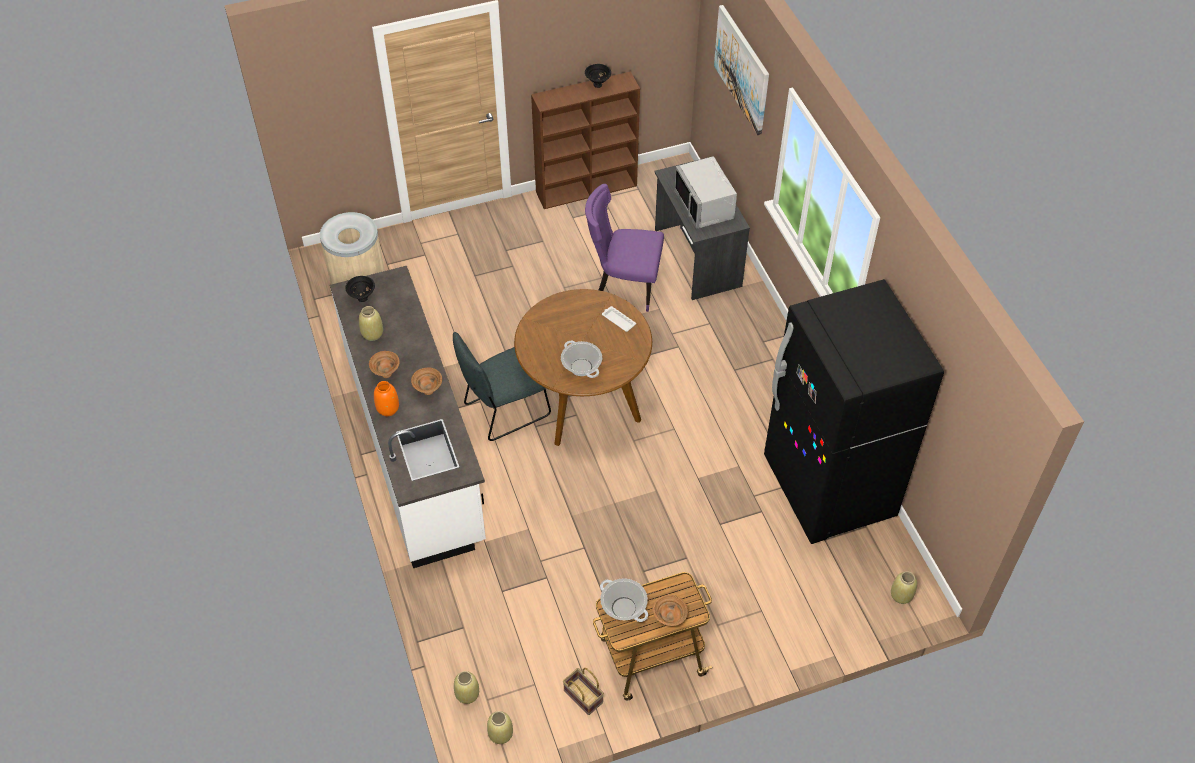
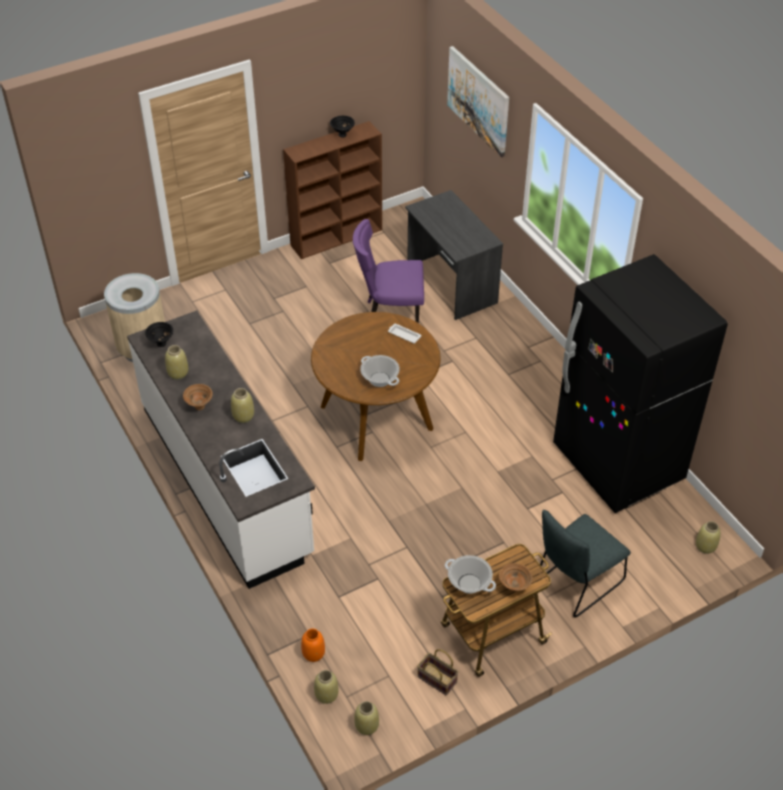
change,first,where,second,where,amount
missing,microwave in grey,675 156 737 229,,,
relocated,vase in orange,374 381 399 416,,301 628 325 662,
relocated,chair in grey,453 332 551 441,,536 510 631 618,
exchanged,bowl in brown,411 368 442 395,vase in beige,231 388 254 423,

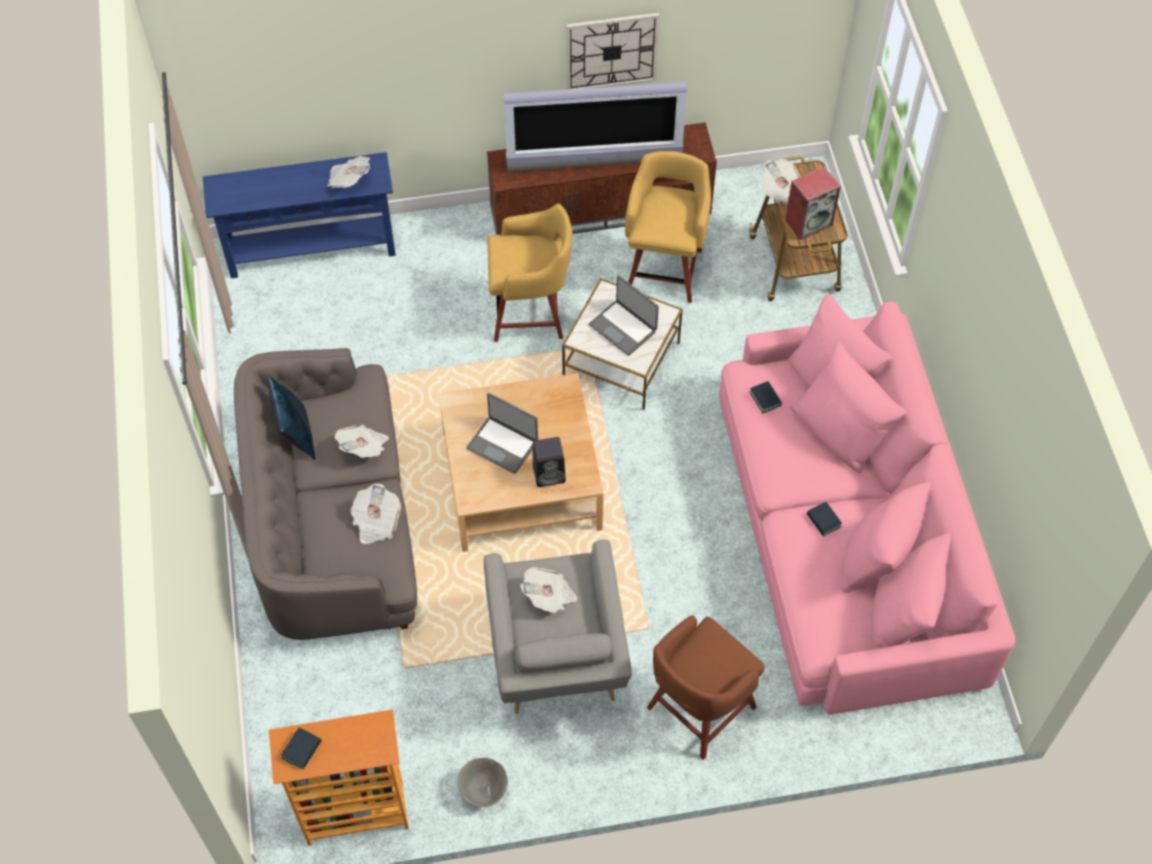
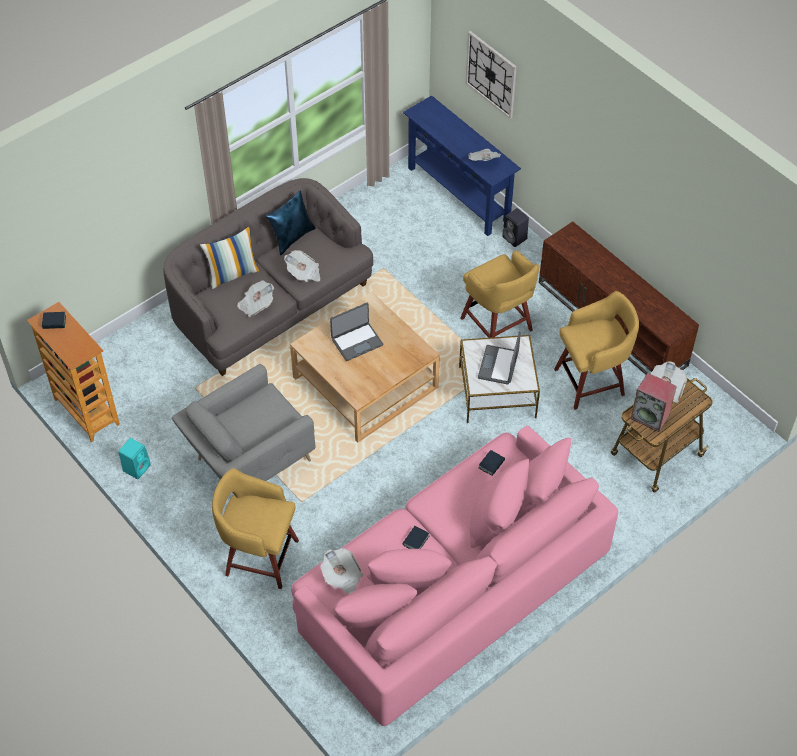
change,first,where,second,where,amount
missing,television,504 82 687 171,,,
appeared,,,pillow,200 226 260 289,
relocated,newspaper,520 567 577 613,,320 548 363 595,
relocated,speaker in black,533 437 566 487,,502 208 529 247,
relocated,wall clock,566 13 659 90,,465 31 517 119,
exchanged,bowl in grey,457 758 508 807,speaker in turquoise,118 438 151 479,
colour,stool in brown,647 616 765 760,stool in yellow,212 468 299 589,
spun,laptop,466 393 538 474,,330 302 384 361,120 degrees counterclockwise

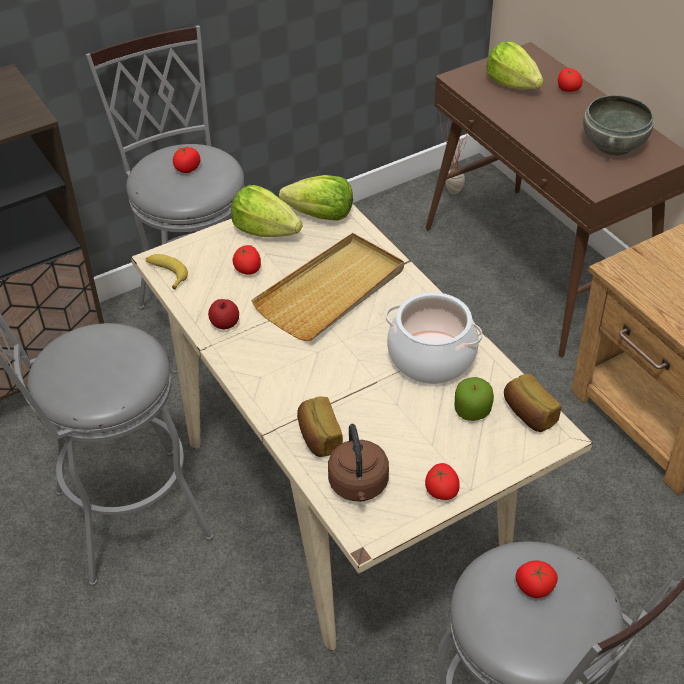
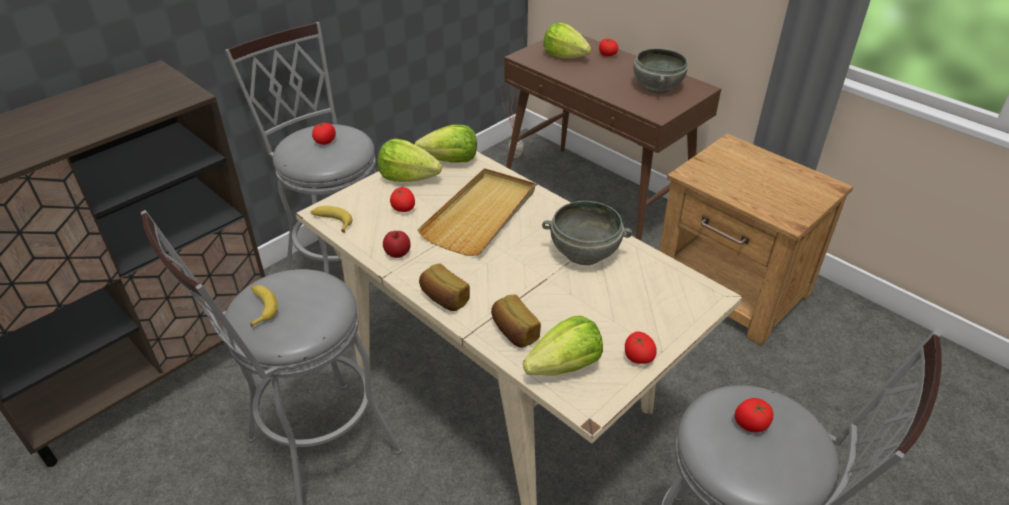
change,first,where,second,where,amount
missing,apple,455 377 494 421,,,
appeared,,,banana,250 285 278 327,
relocated,bread,504 374 562 432,,419 263 470 311,
exchanged,kettle in brown,328 424 389 502,lettuce,523 316 603 376,
exchanged,cooking pot,386 292 483 384,bowl in grey,542 201 632 265,

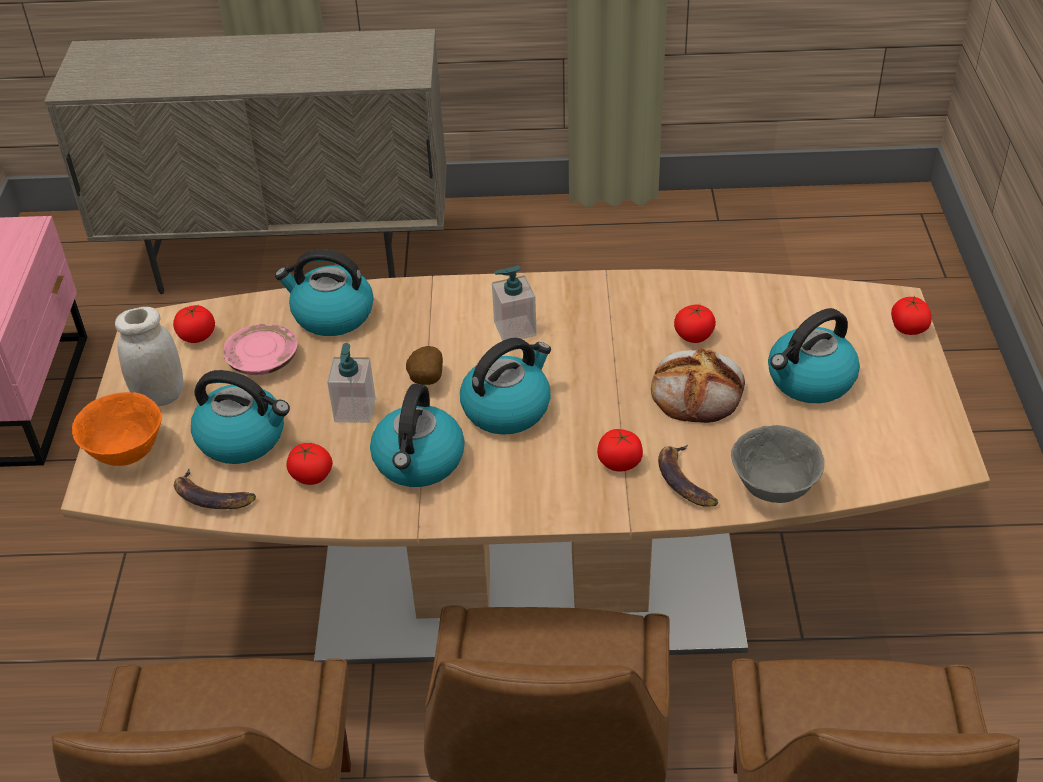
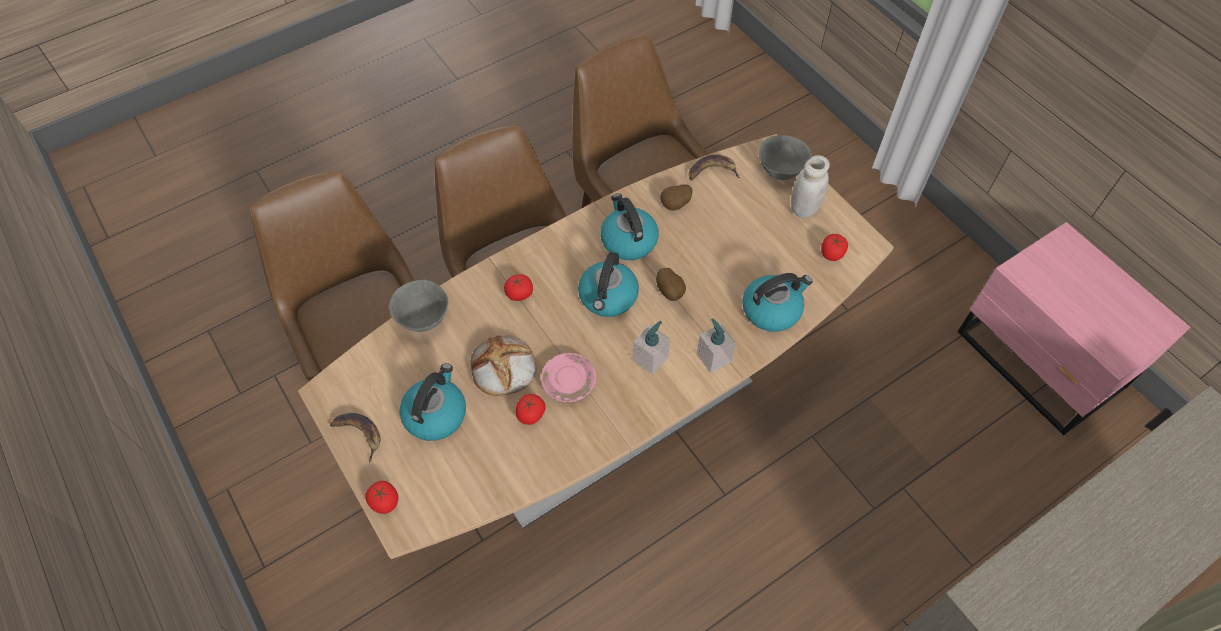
change,first,where,second,where,amount
missing,kettle,191 370 290 464,,,
relocated,plate in pink,223 323 298 375,,541 353 596 403,
relocated,soap dispenser,327 343 376 423,,697 318 736 373,
relocated,banana,658 444 718 507,,330 413 380 463,
exchanged,tomato,286 443 333 485,potato,660 185 692 210,
colour,bowl in orange,72 392 162 466,bowl in grey,758 135 812 180,

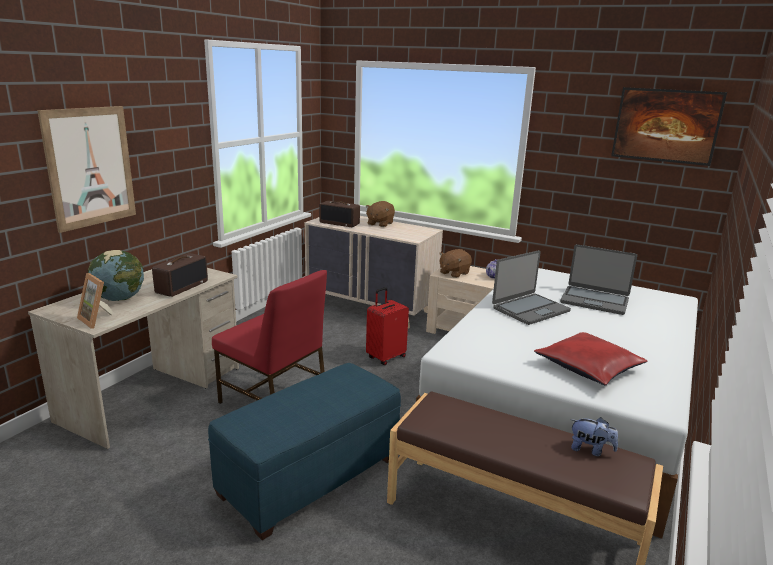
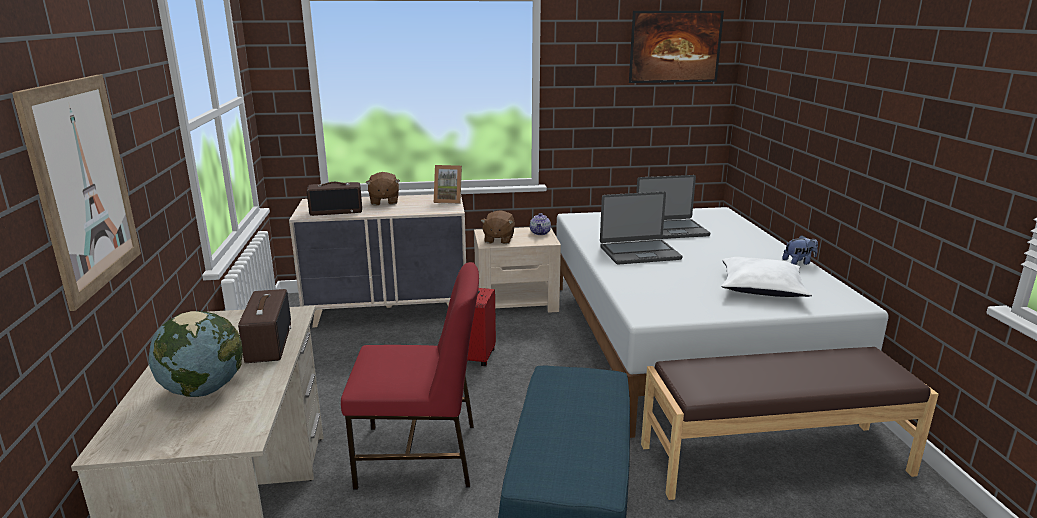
change,first,where,second,where,amount
relocated,picture frame,77 273 113 329,,434 165 462 204,
relocated,plush toy,570 417 618 456,,782 235 818 265,
colour,pillow in red,534 332 647 385,pillow in white,721 257 812 297,
spun,laptop,492 250 571 325,,600 191 682 265,60 degrees clockwise

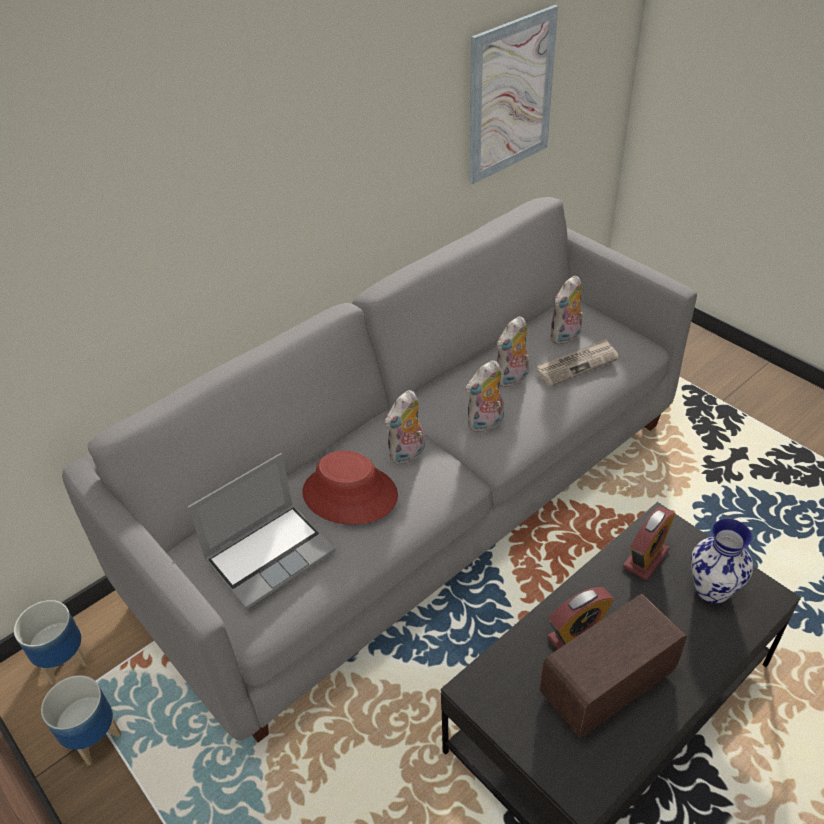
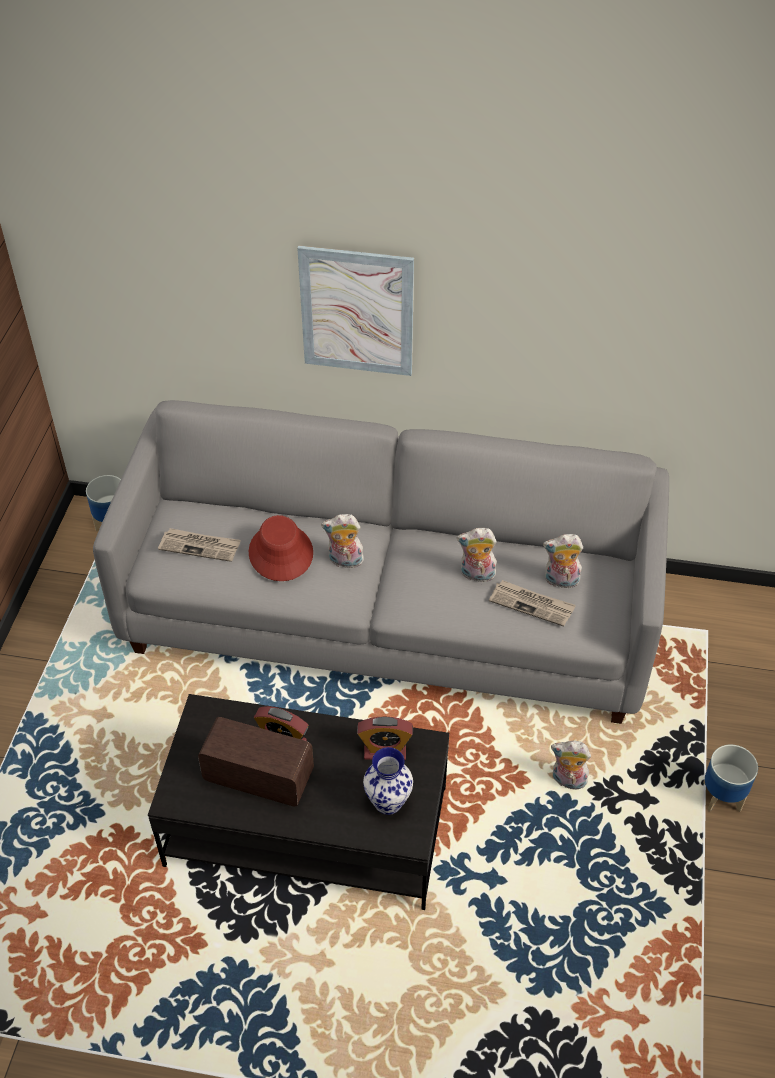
change,first,where,second,where,amount
relocated,planter,41 675 121 765,,703 745 758 812,
relocated,plush toy,465 360 504 433,,551 741 591 790,
relocated,picture,469 5 558 184,,297 245 414 376,
exchanged,laptop,188 453 335 609,newspaper,158 528 241 562,

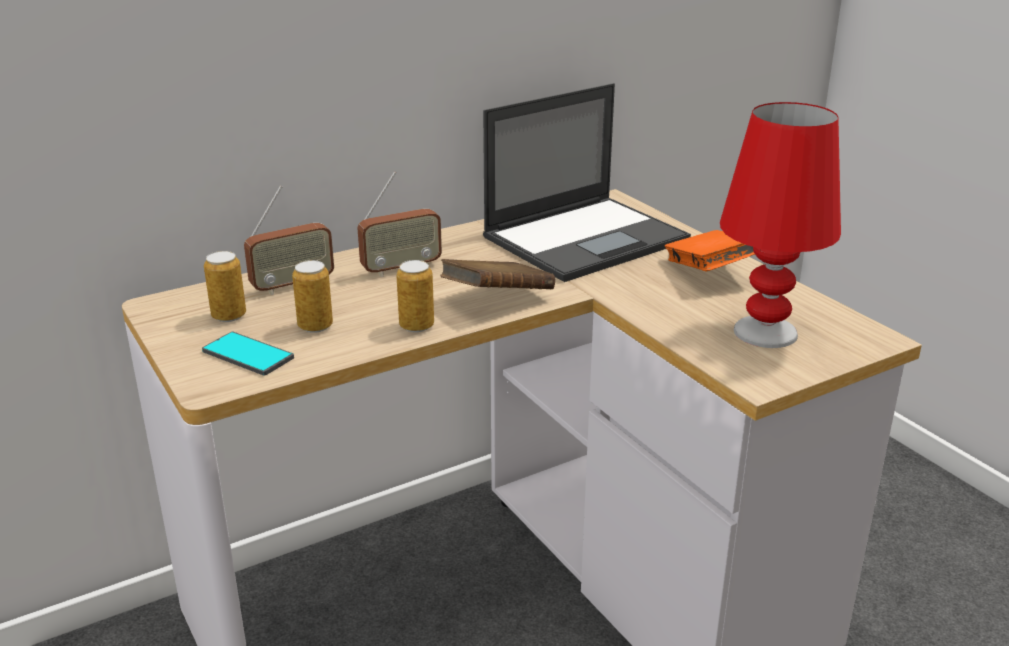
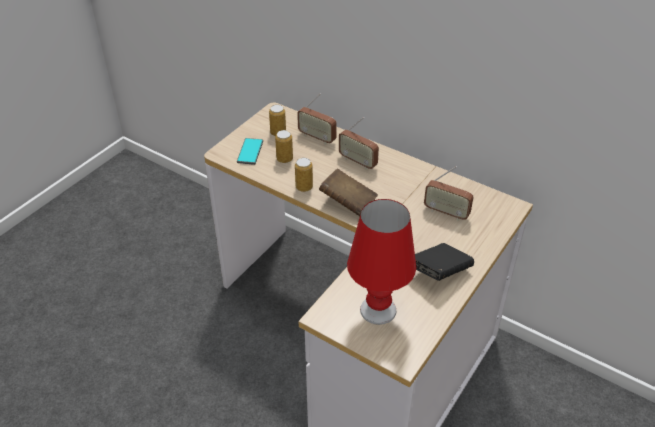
change,first,where,second,where,amount
exchanged,laptop,483 83 691 282,radio,424 166 474 221,
colour,book in orange,664 230 755 272,book in black,415 243 474 281,

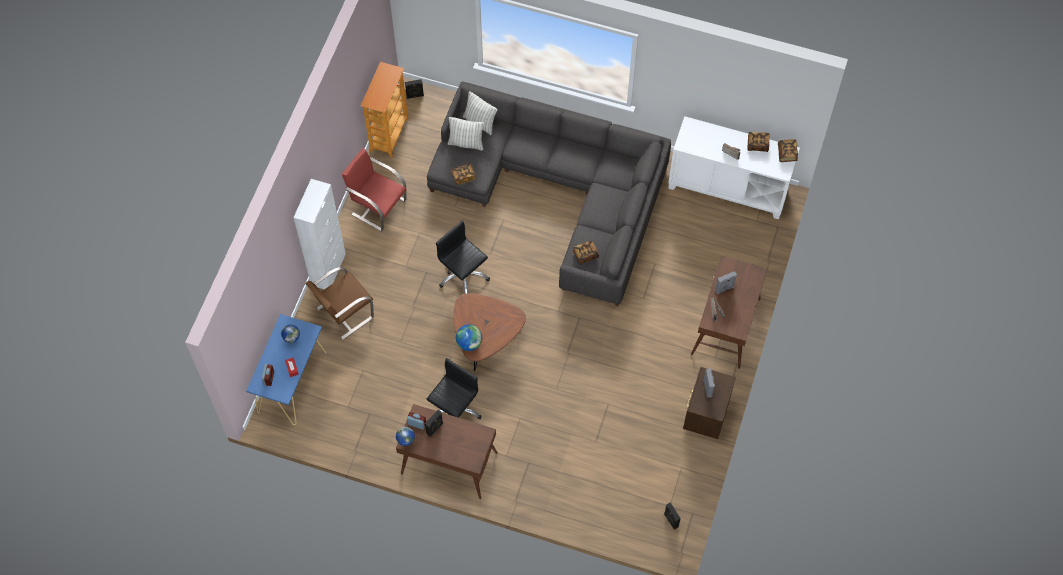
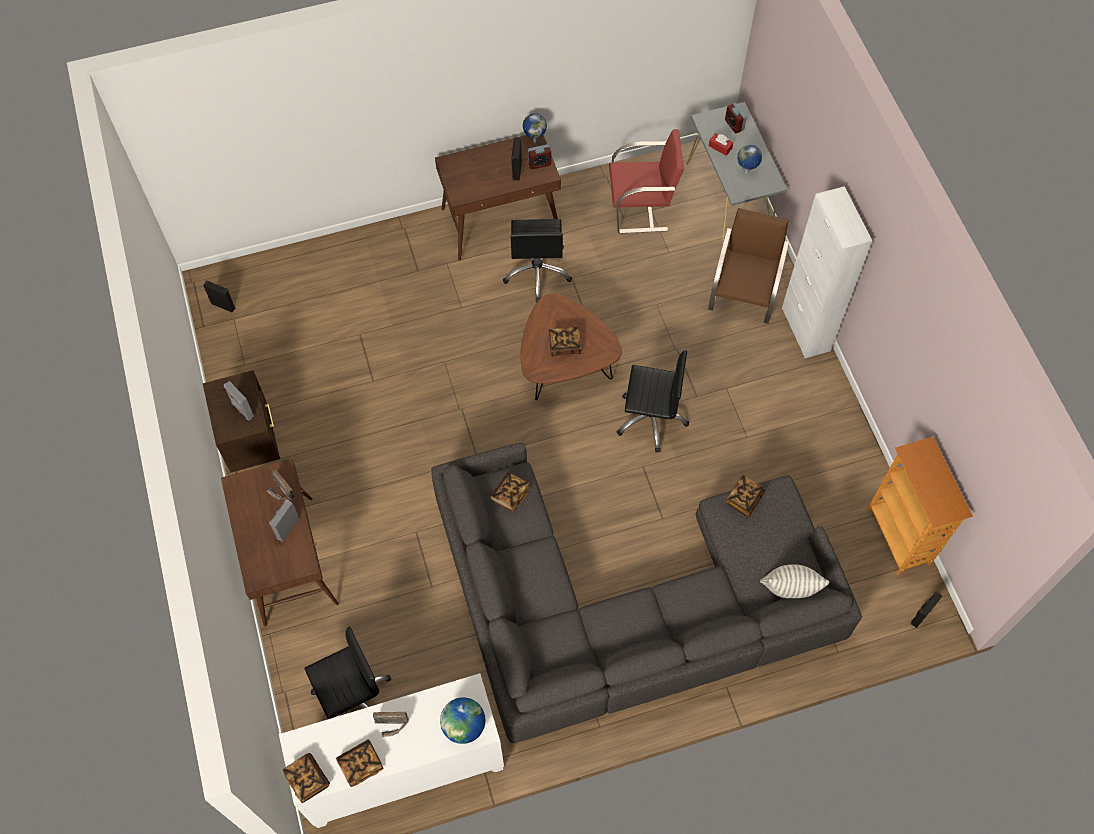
change,first,where,second,where,amount
missing,pillow,448 117 484 151,,,
appeared,,,office chair in black,304 627 391 719,
appeared,,,book,549 327 581 357,
relocated,chair in red,342 148 407 231,,609 129 684 234,
relocated,globe,456 325 482 351,,440 697 485 744,
colour,console table in blue,246 314 326 425,console table in grey,687 102 787 244,

